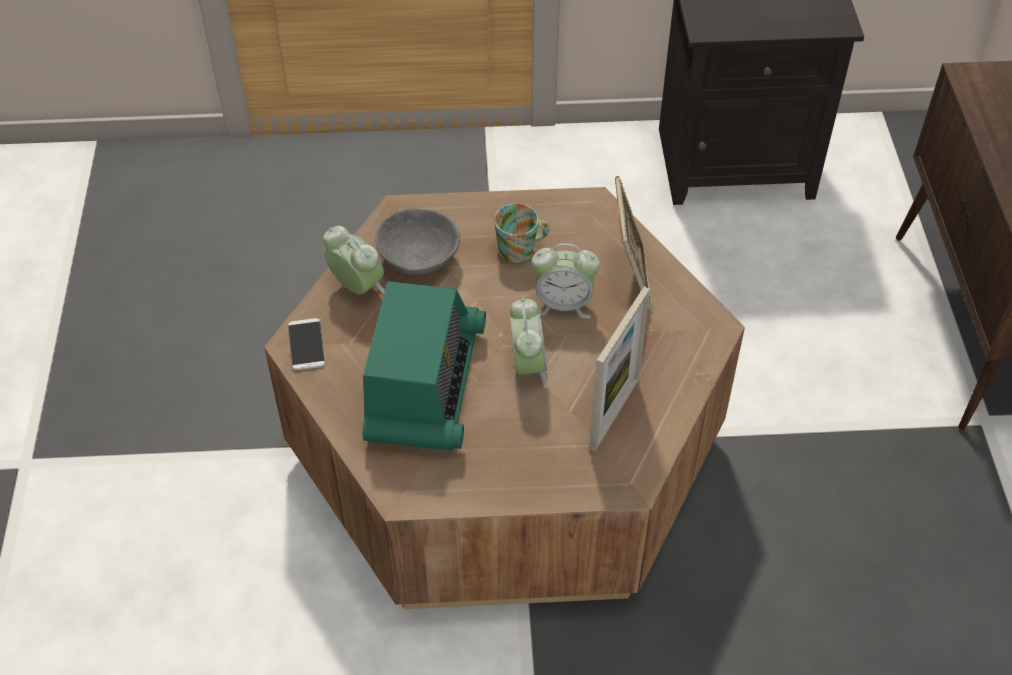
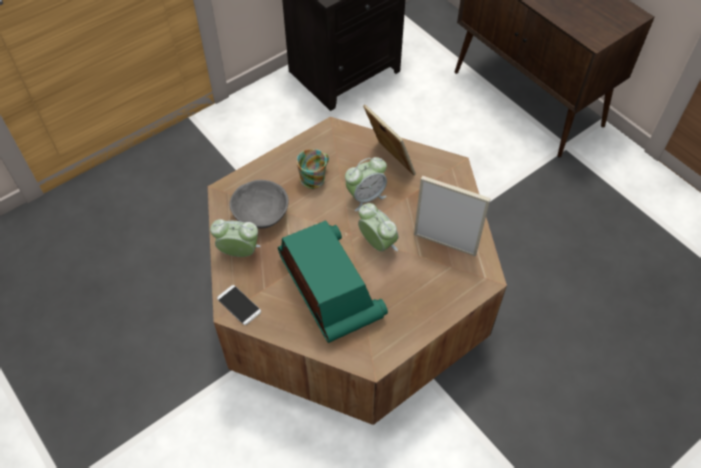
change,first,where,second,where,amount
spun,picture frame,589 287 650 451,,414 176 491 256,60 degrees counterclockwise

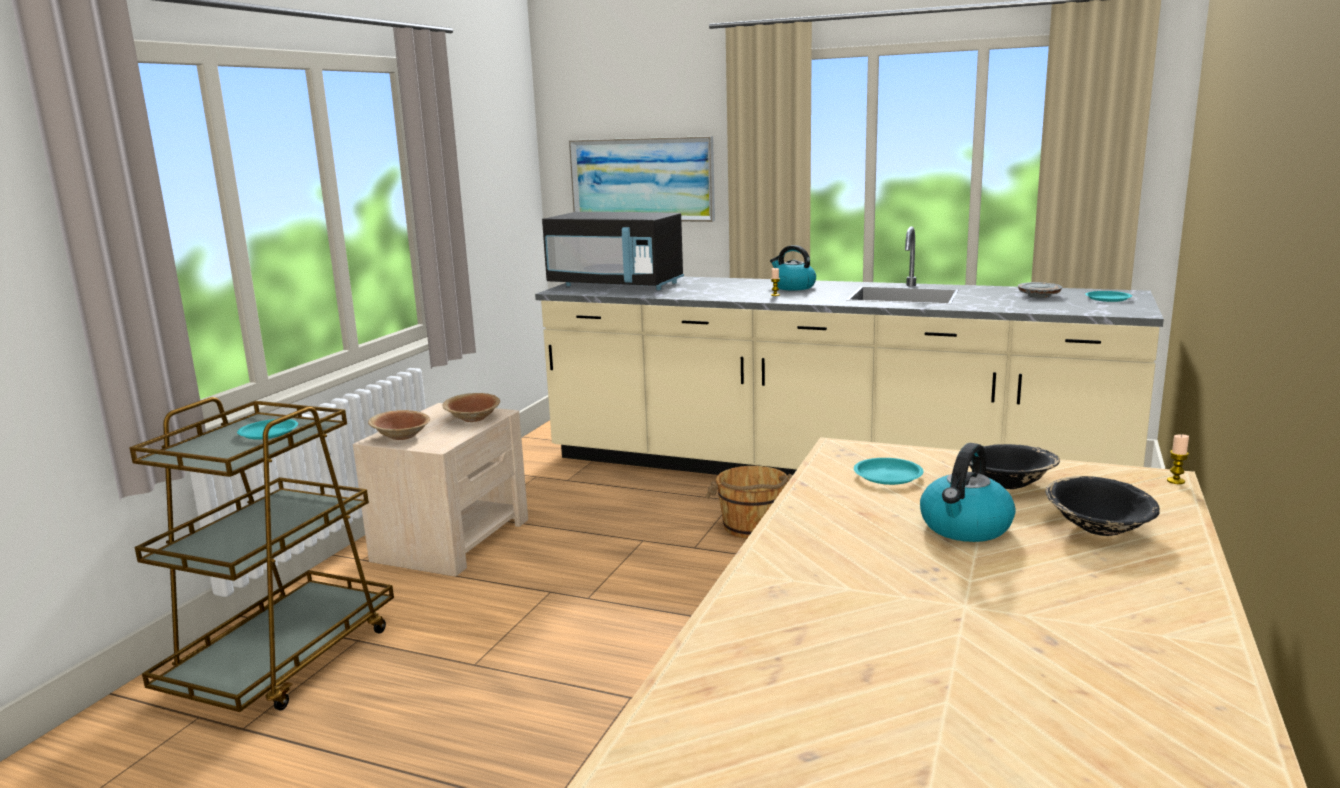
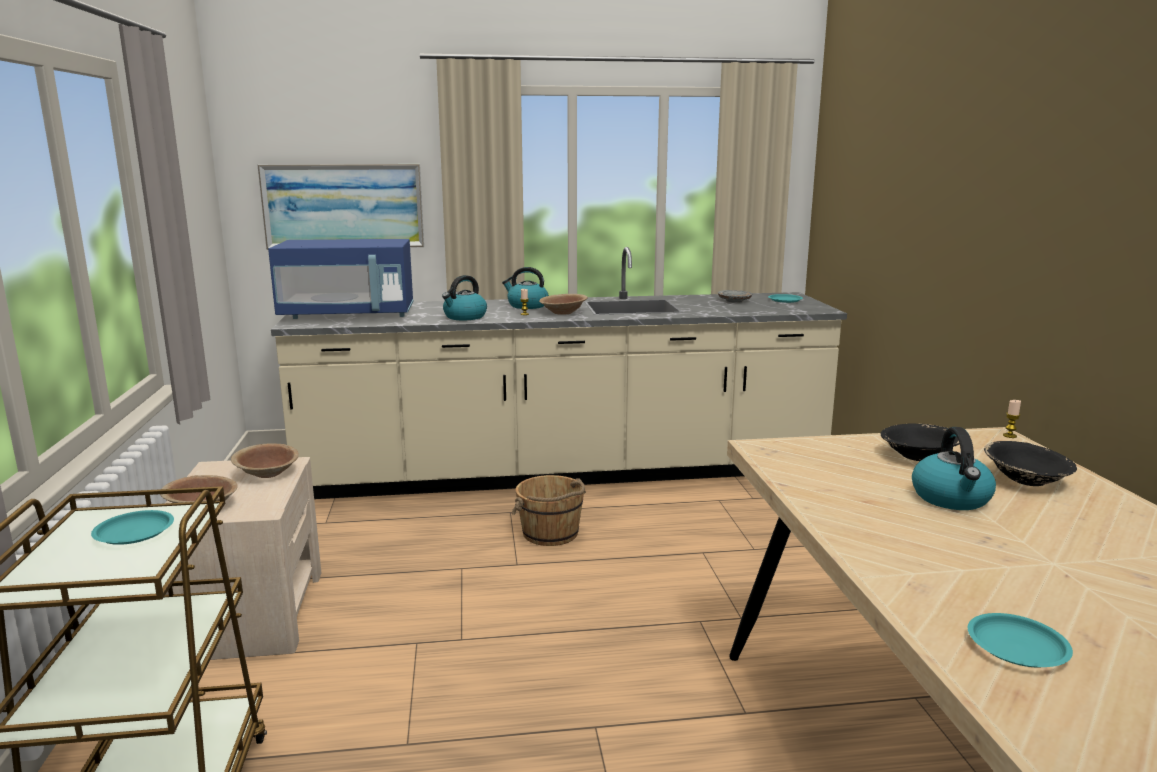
change,first,where,second,where,amount
appeared,,,kettle,442 275 487 320,
appeared,,,bowl in brown,539 294 588 315,
relocated,plate in turquoise,854 458 923 485,,968 613 1073 667,
colour,microwave in black,542 212 684 290,microwave in blue,268 239 414 319,

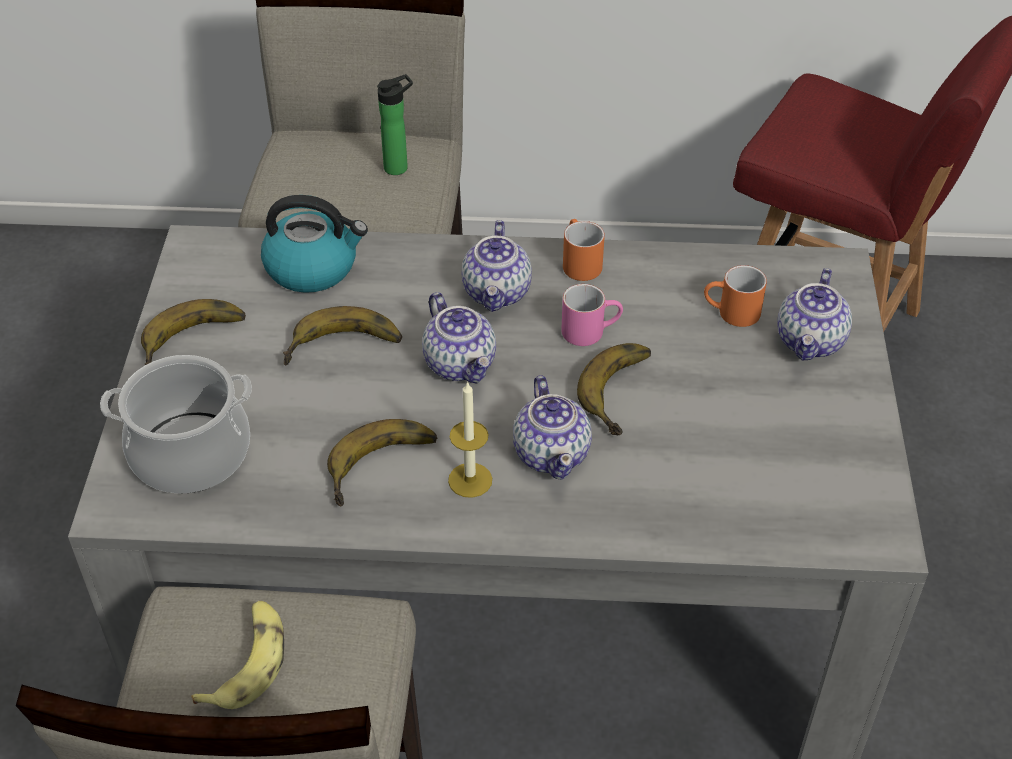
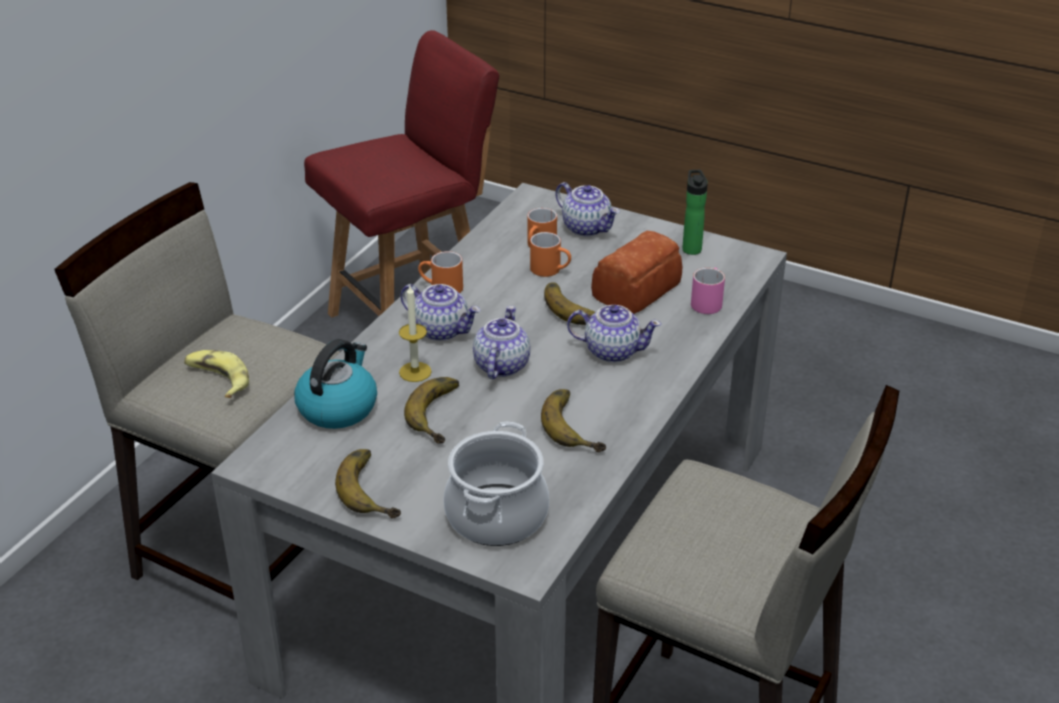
change,first,where,second,where,amount
appeared,,,mug in orange,530 232 571 277,
appeared,,,bread,591 231 682 314,
relocated,banana,191 601 284 709,,184 350 249 398,
relocated,bottle,377 74 413 175,,682 170 708 255,
relocated,candle,448 381 492 498,,399 286 432 382,
relocated,mug in pink,561 284 623 346,,691 268 725 314,
spun,teapot,422 292 496 384,,473 306 530 379,75 degrees counterclockwise

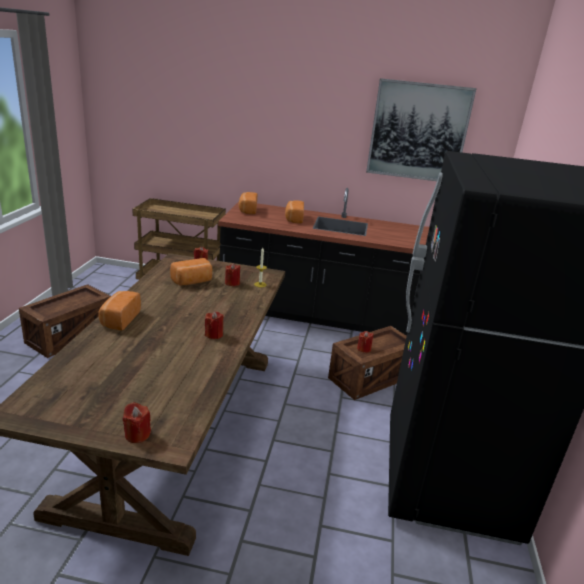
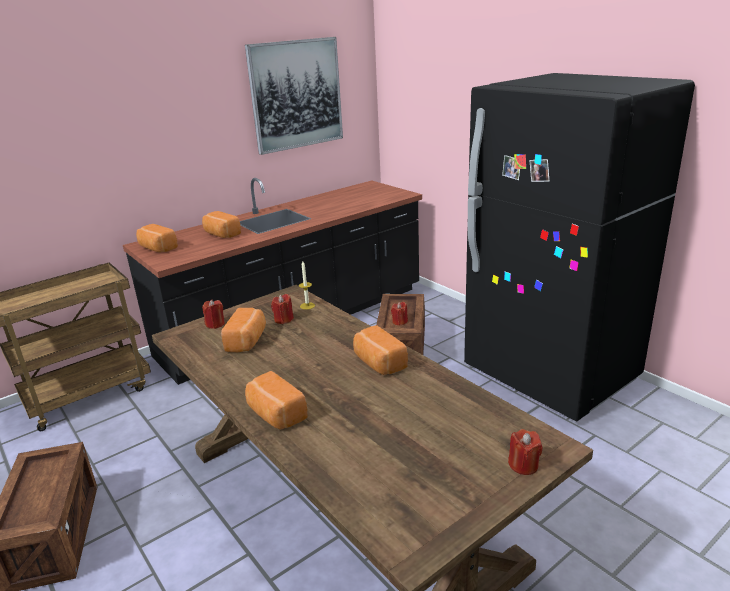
change,first,where,second,where,amount
exchanged,candle in red,205 311 224 339,bread,353 325 408 375,

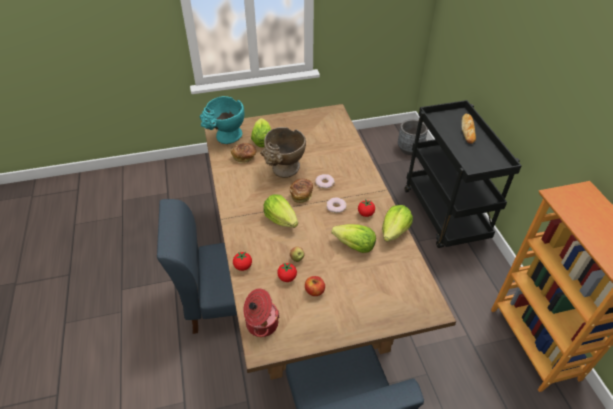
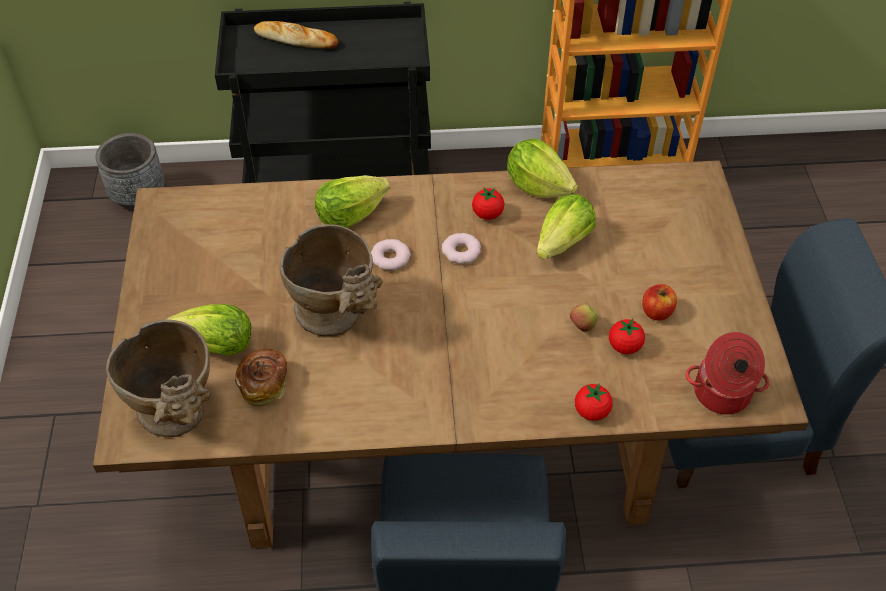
change,first,where,second,where,amount
missing,bread,290 179 313 203,,,
relocated,lettuce,263 194 298 228,,315 175 390 228,
colour,vase in turquoise,199 96 244 144,vase in beige,106 319 211 437,

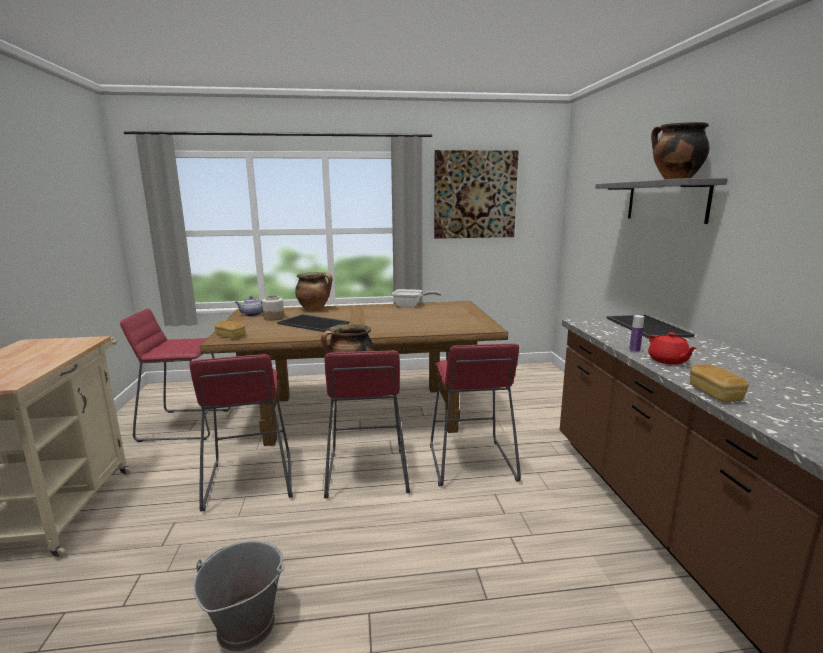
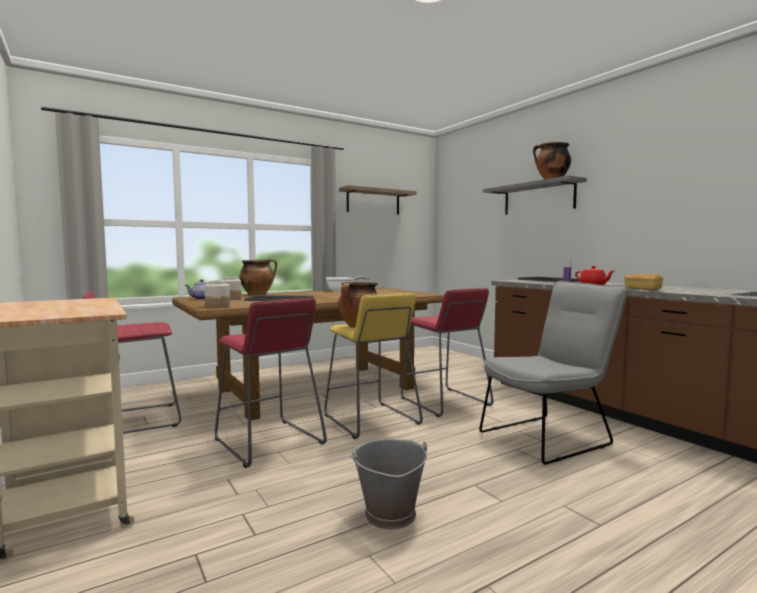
change,first,where,second,where,amount
appeared,,,chair in grey,479 281 627 465,
exchanged,bread,214 321 245 339,jar,204 281 230 308,
exchanged,picture,434 150 519 239,shelf,339 185 417 215,
colour,stool in red,324 350 410 498,stool in yellow,324 293 423 439,

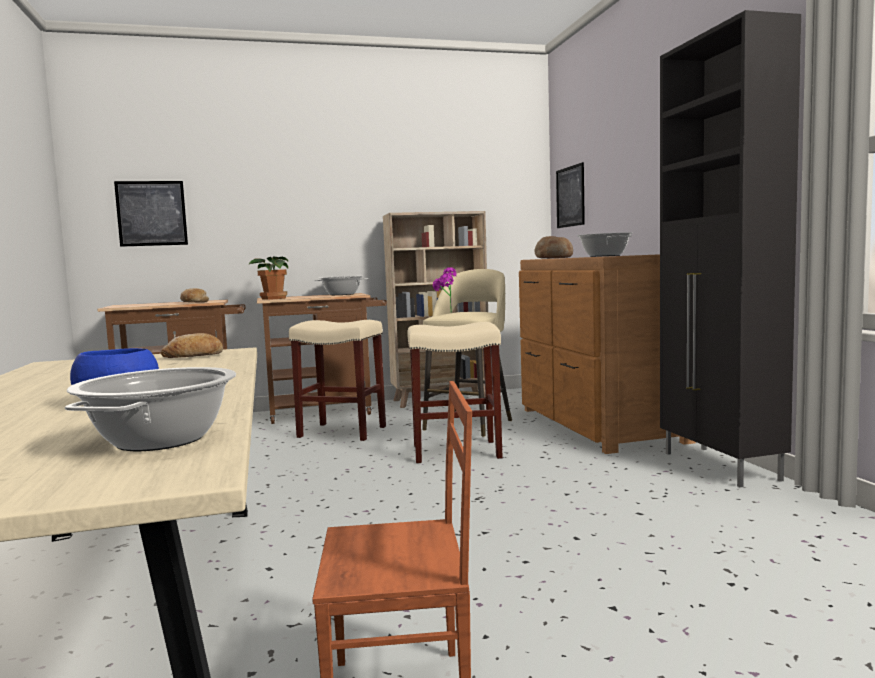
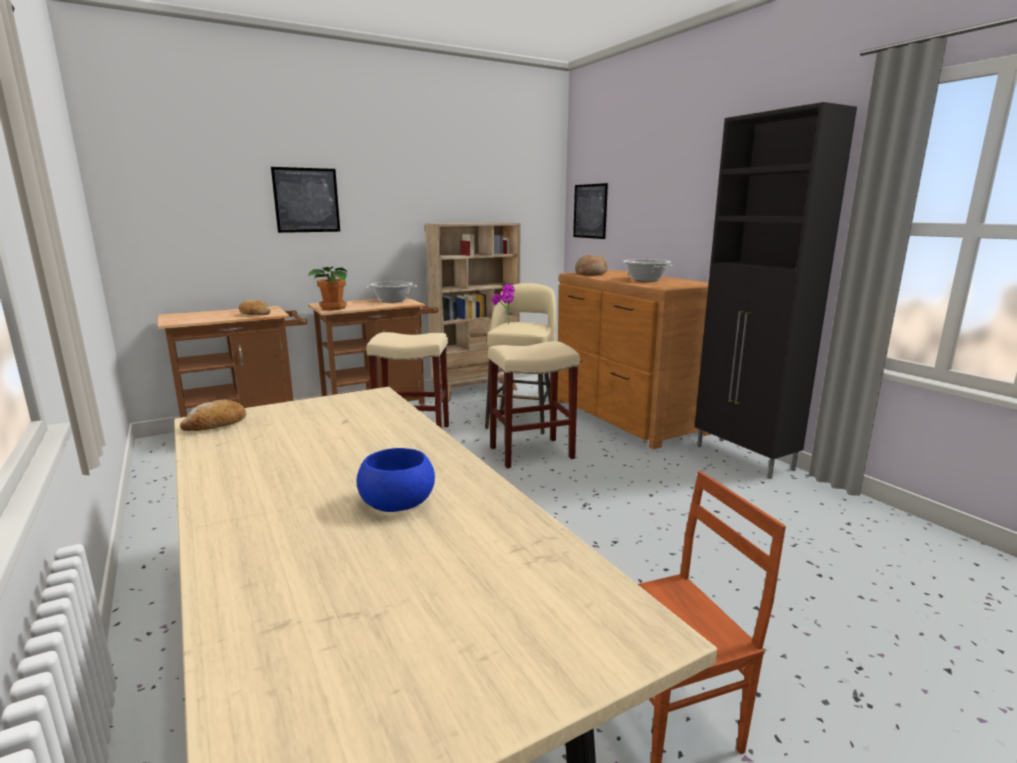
change,first,where,second,where,amount
missing,cooking pot,65 367 236 451,,,
relocated,picture,114 181 188 247,,271 167 340 233,
relocated,bread,161 333 223 358,,180 399 246 431,

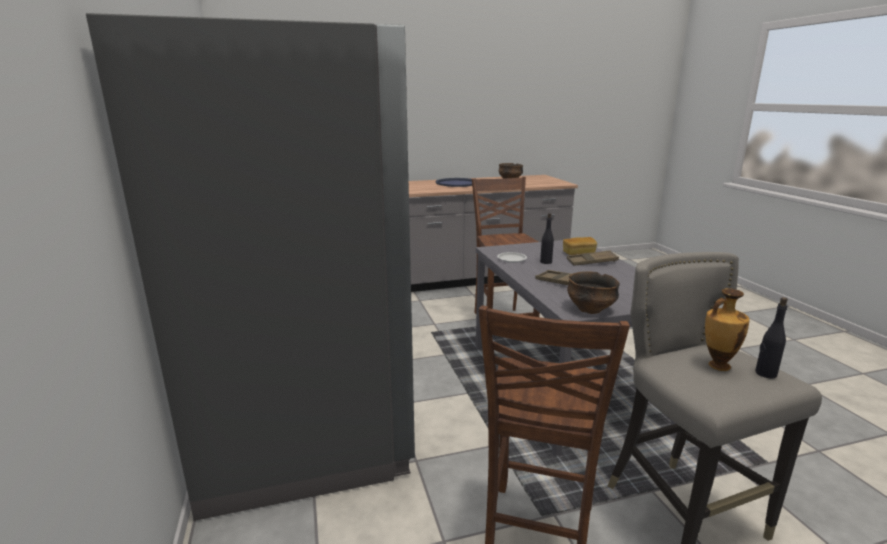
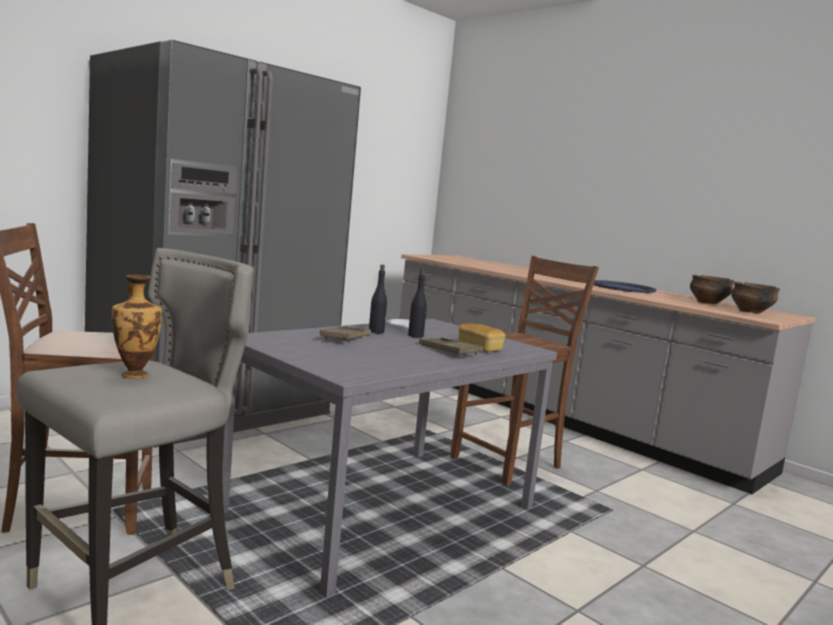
change,first,where,second,where,amount
relocated,bowl,567 271 620 314,,731 282 780 313,
relocated,bottle in black,755 297 788 378,,369 265 387 333,

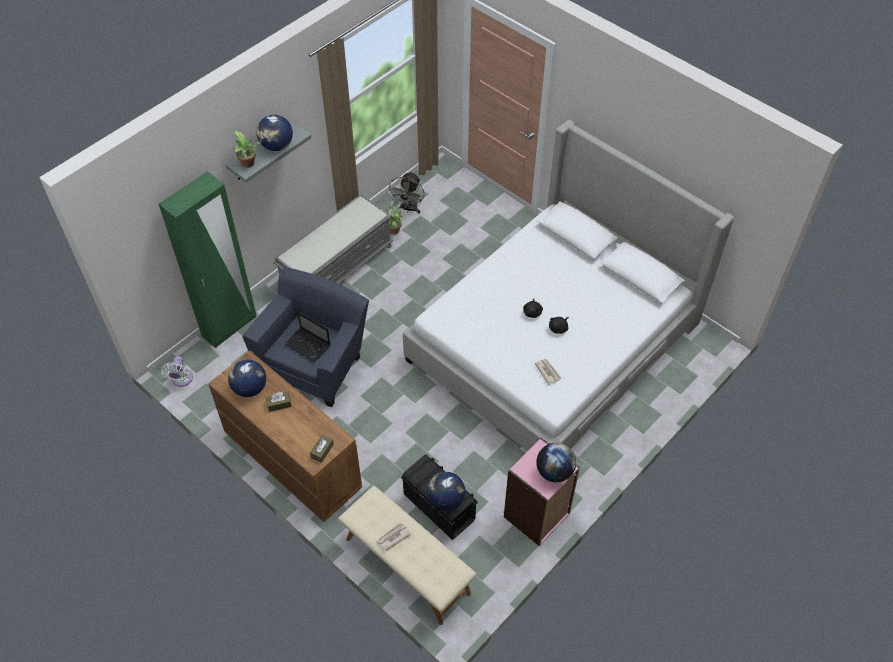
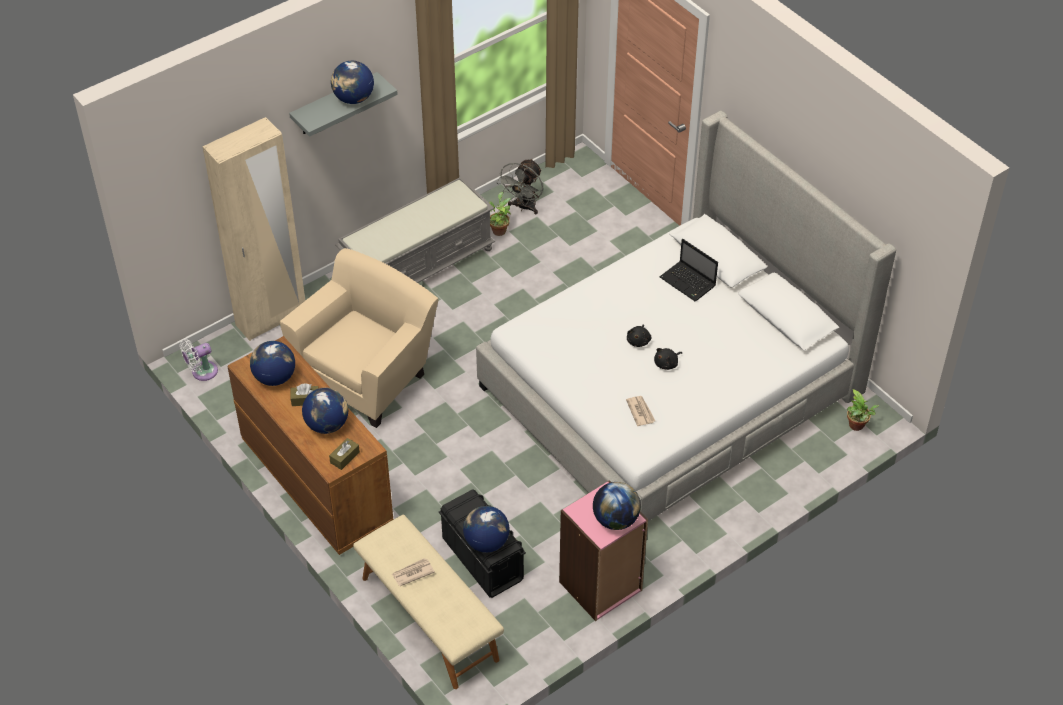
change,first,where,second,where,amount
appeared,,,globe,302 388 348 434,
relocated,potted plant,233 131 261 168,,847 389 880 431,
relocated,laptop,284 312 330 362,,660 239 718 301,
colour,wardrobe in green,159 171 256 348,wardrobe in beige,202 117 305 341,
colour,armchair in blue,242 267 369 407,armchair in beige,280 248 438 428,
spun,fan in white,161 356 193 387,,180 339 218 381,45 degrees clockwise

